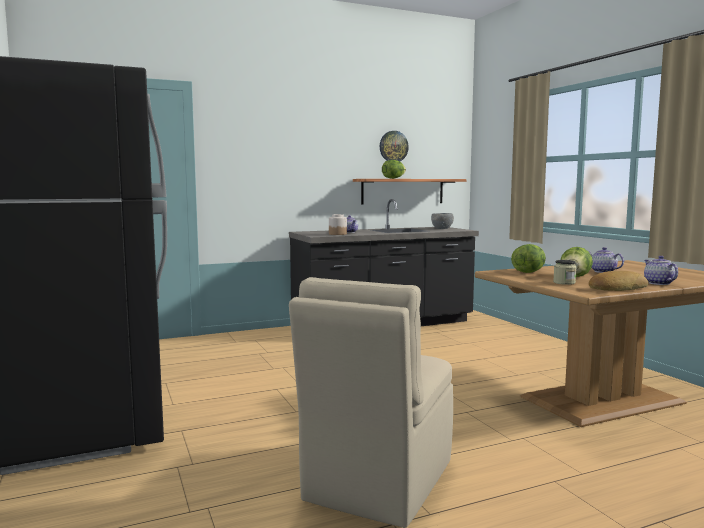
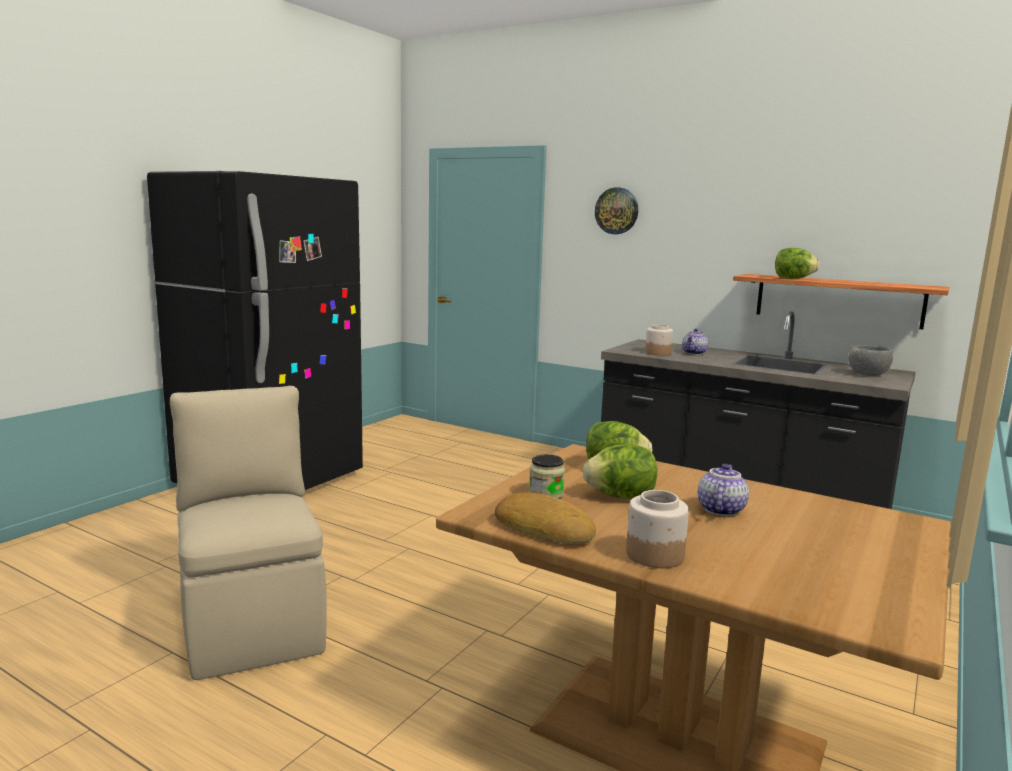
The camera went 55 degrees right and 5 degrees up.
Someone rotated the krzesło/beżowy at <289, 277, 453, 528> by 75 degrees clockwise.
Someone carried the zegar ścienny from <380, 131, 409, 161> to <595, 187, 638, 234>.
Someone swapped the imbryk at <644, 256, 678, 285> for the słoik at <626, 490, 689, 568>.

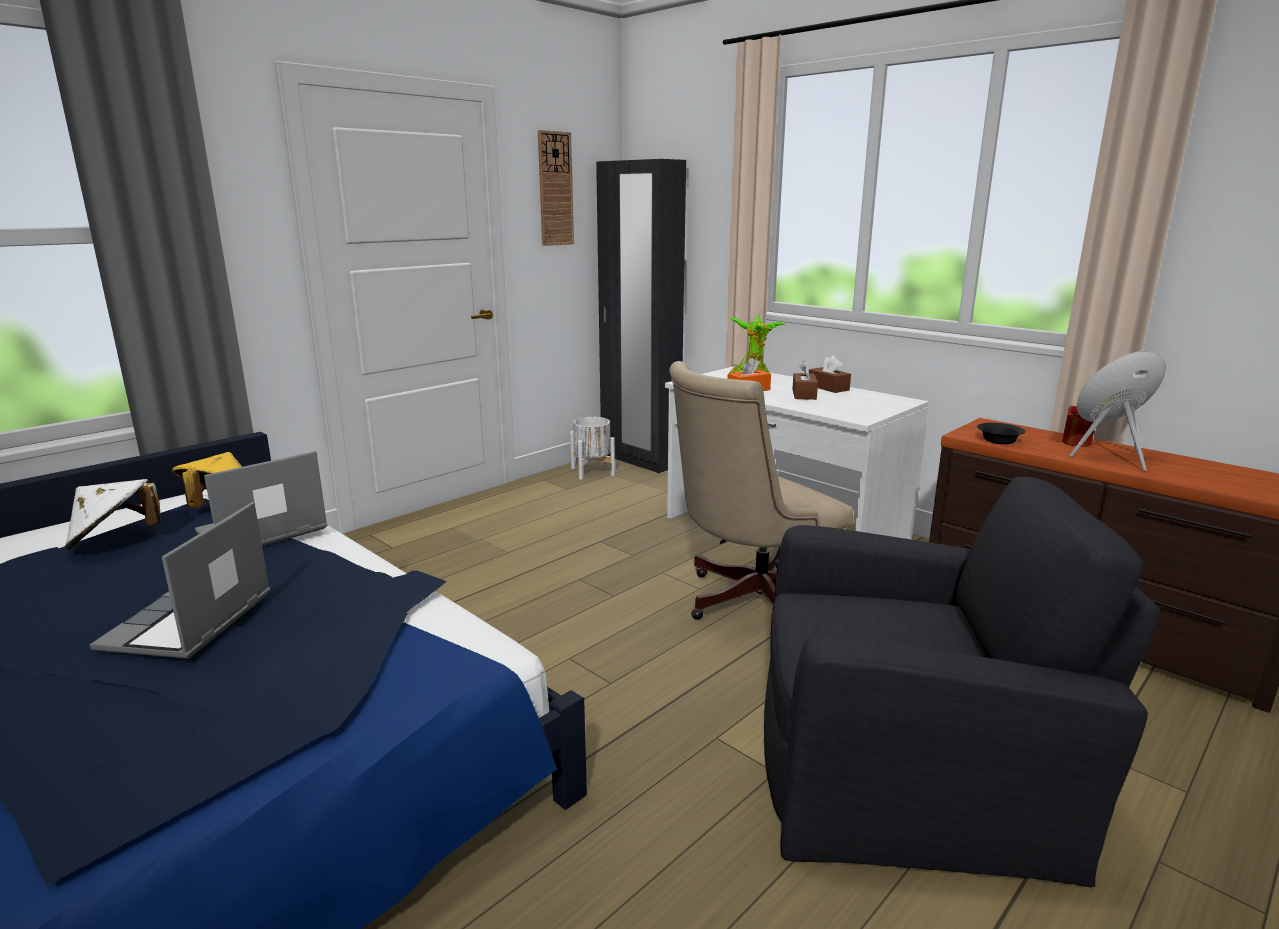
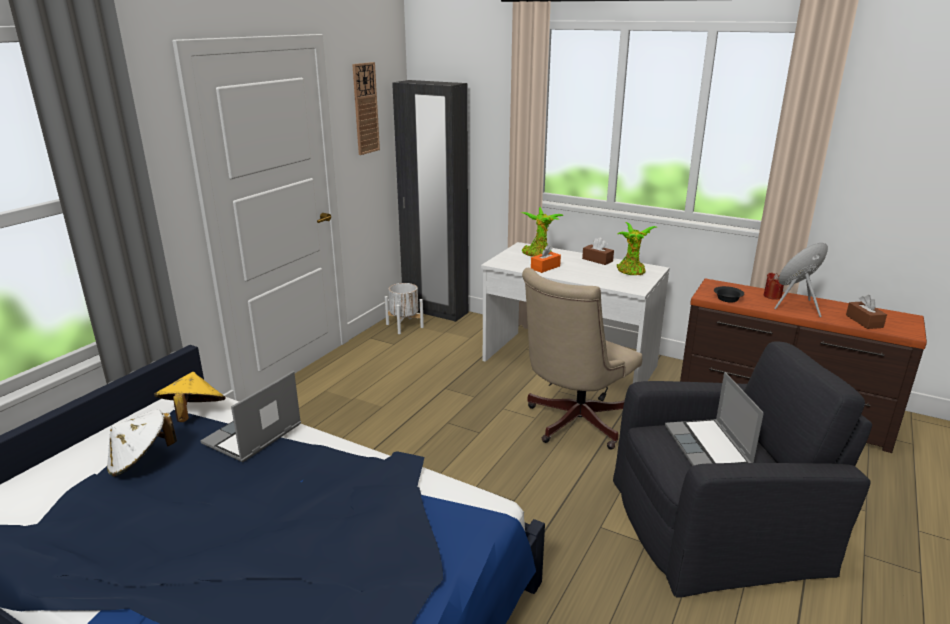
The camera went 15 degrees left and 5 degrees up.
Someone carried the laptop from <90, 502, 271, 659> to <665, 372, 764, 466>.
Someone carried the pudełko chusteczek/brązowy from <792, 361, 818, 400> to <846, 295, 887, 329>.
Someone put down the roślina doniczkowa at <617, 222, 656, 275>.

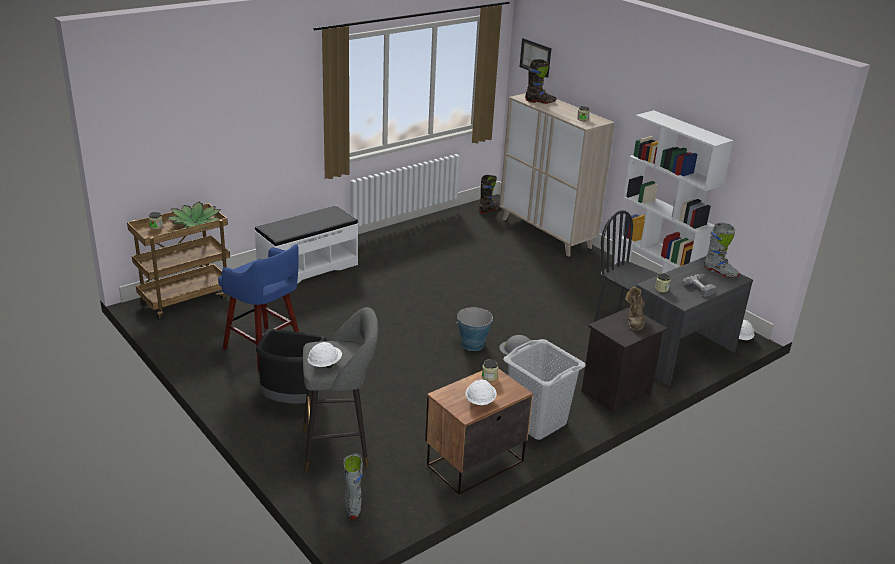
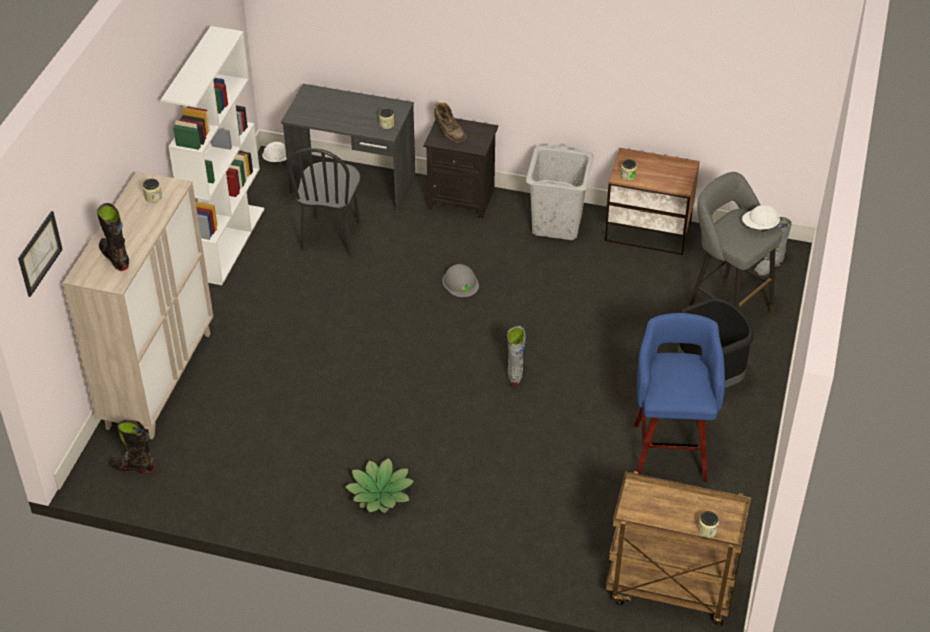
The camera went 125 degrees left and 15 degrees up.
Someone carried the roślina doniczkowa from <167, 202, 221, 229> to <344, 457, 415, 514>.
Someone took away the ławka/biały at <254, 206, 358, 284>.
Someone took away the wiadro at <456, 307, 493, 351>.
Someone took away the kask/biały at <465, 379, 497, 405>.
Someone rotated the but z cholewką/brązowy at <625, 286, 645, 331> by 75 degrees clockwise.
Someone took away the wiertarka at <682, 274, 716, 297>.
Someone carried the but z cholewką/szary from <704, 223, 740, 278> to <507, 326, 526, 385>.

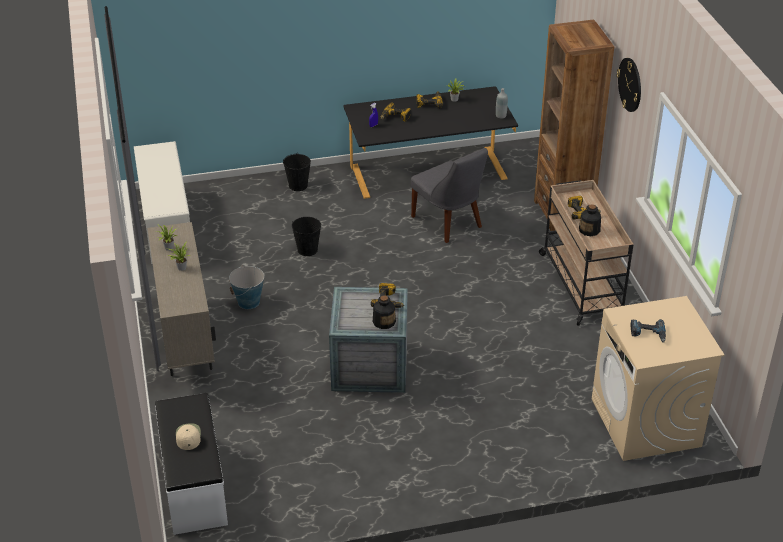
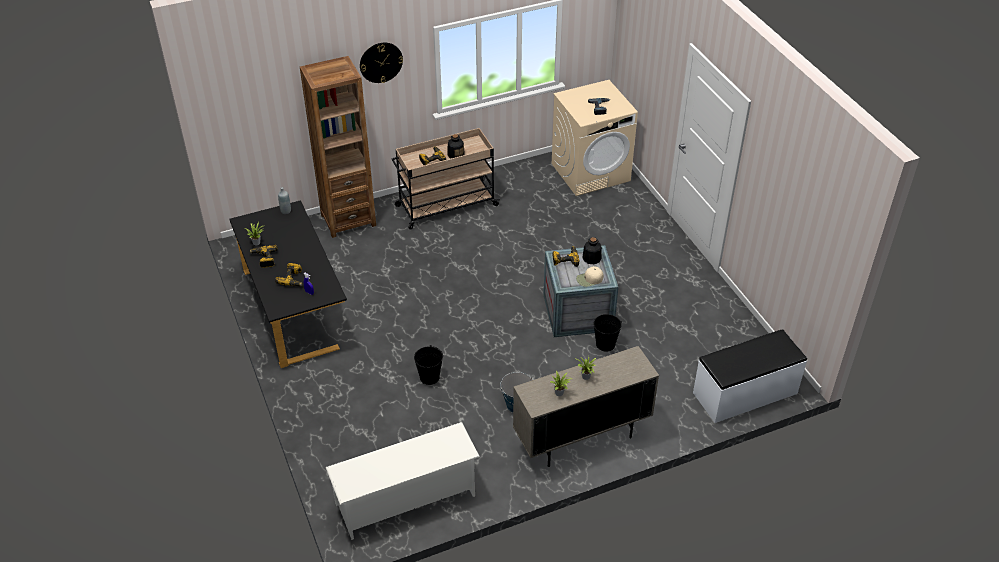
The camera went 100 degrees left and 5 degrees up.
Someone carried the czapka z daszkiem/beżowy from <176, 423, 201, 450> to <576, 266, 604, 287>.
Someone carried the wiadro/czarny from <283, 153, 311, 191> to <594, 314, 622, 351>.
Someone took away the krzesło/szary at <411, 148, 488, 243>.

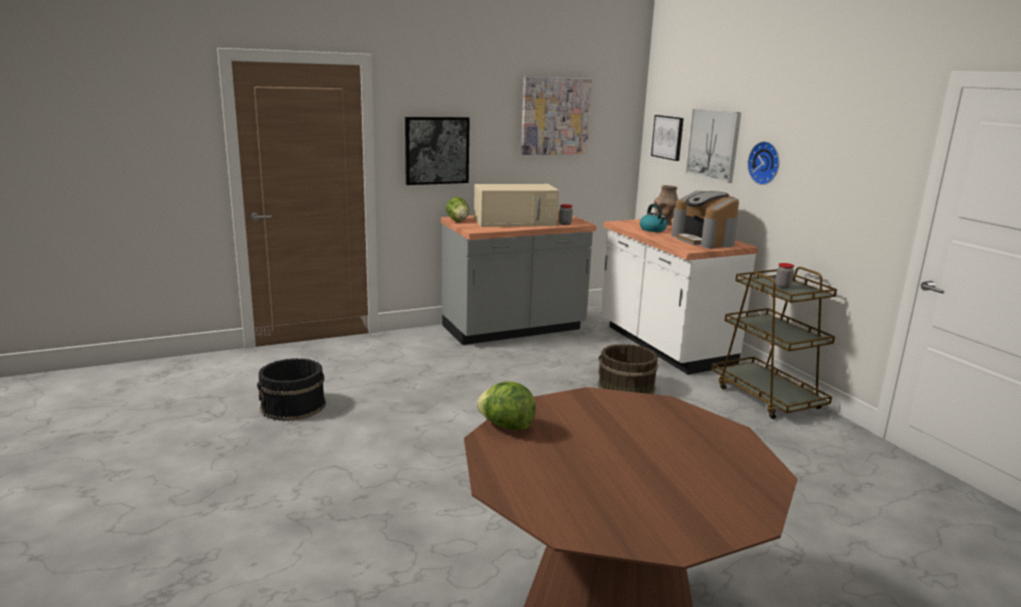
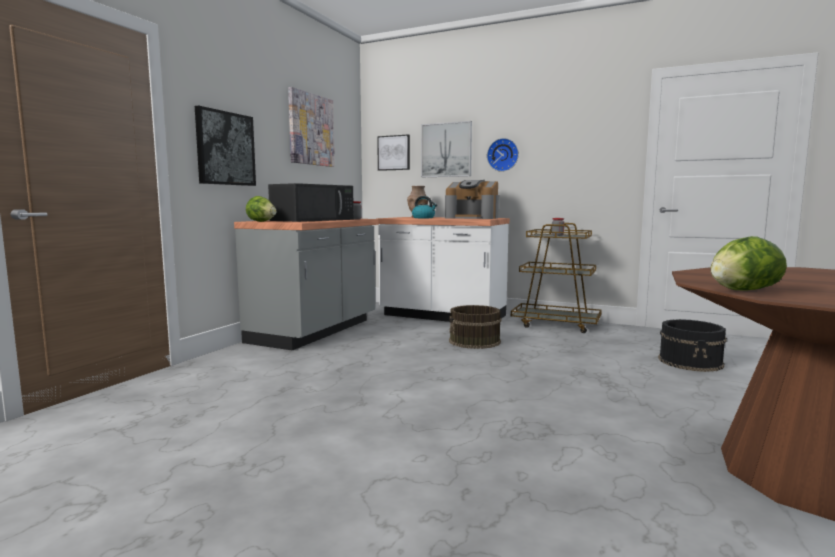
The camera went 40 degrees left and 10 degrees down.
Someone carried the wiadro/czarny from <257, 358, 326, 421> to <658, 319, 727, 372>.
Someone repainted the mikrofalówka/beżowy at <474, 184, 559, 227>, which became the mikrofalówka/czarny at <268, 183, 354, 222>.

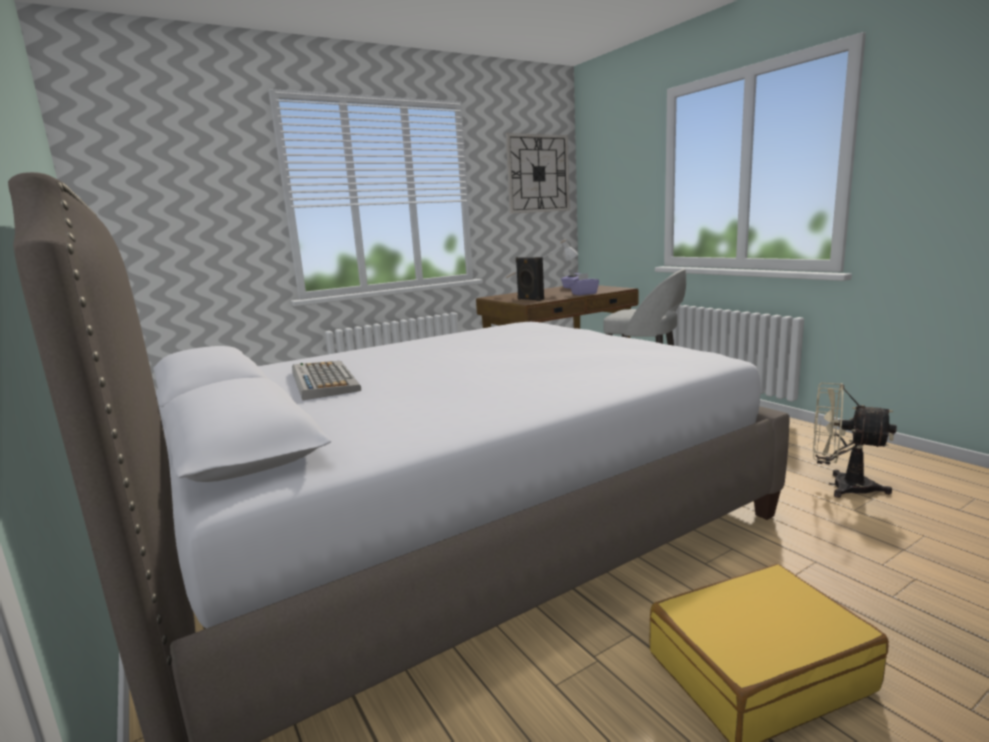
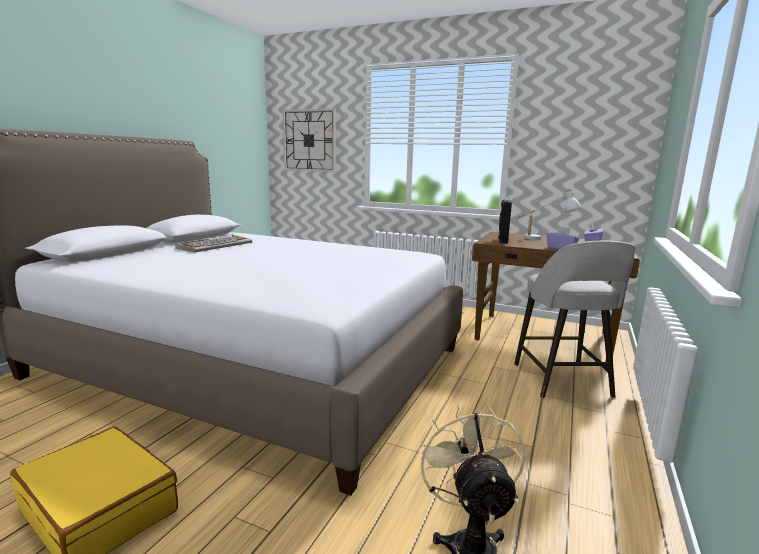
The camera went 55 degrees right and 0 degrees up.
Someone carried the zegar ścienny from <506, 133, 570, 213> to <283, 108, 336, 172>.

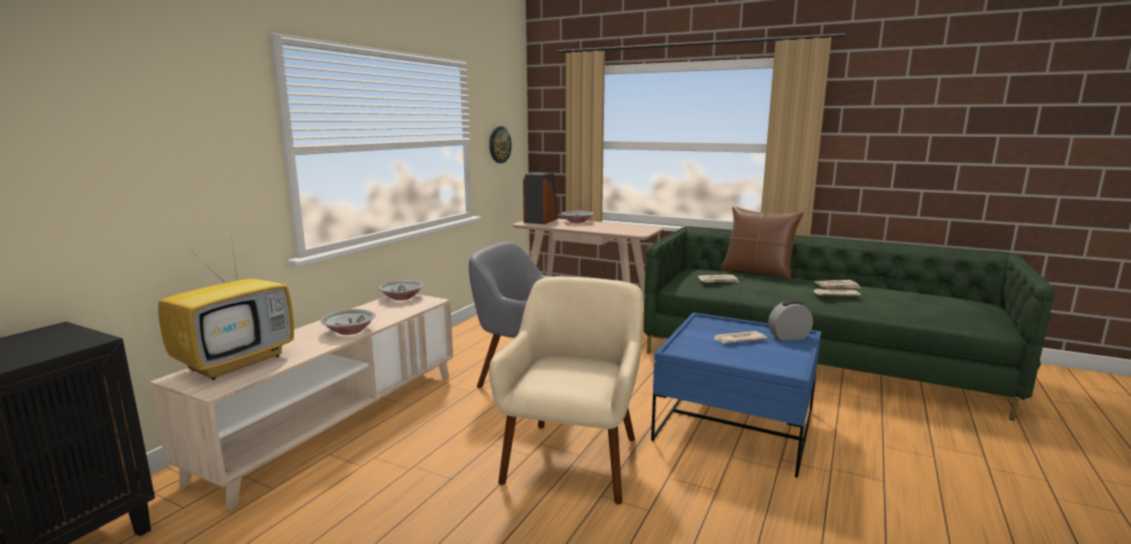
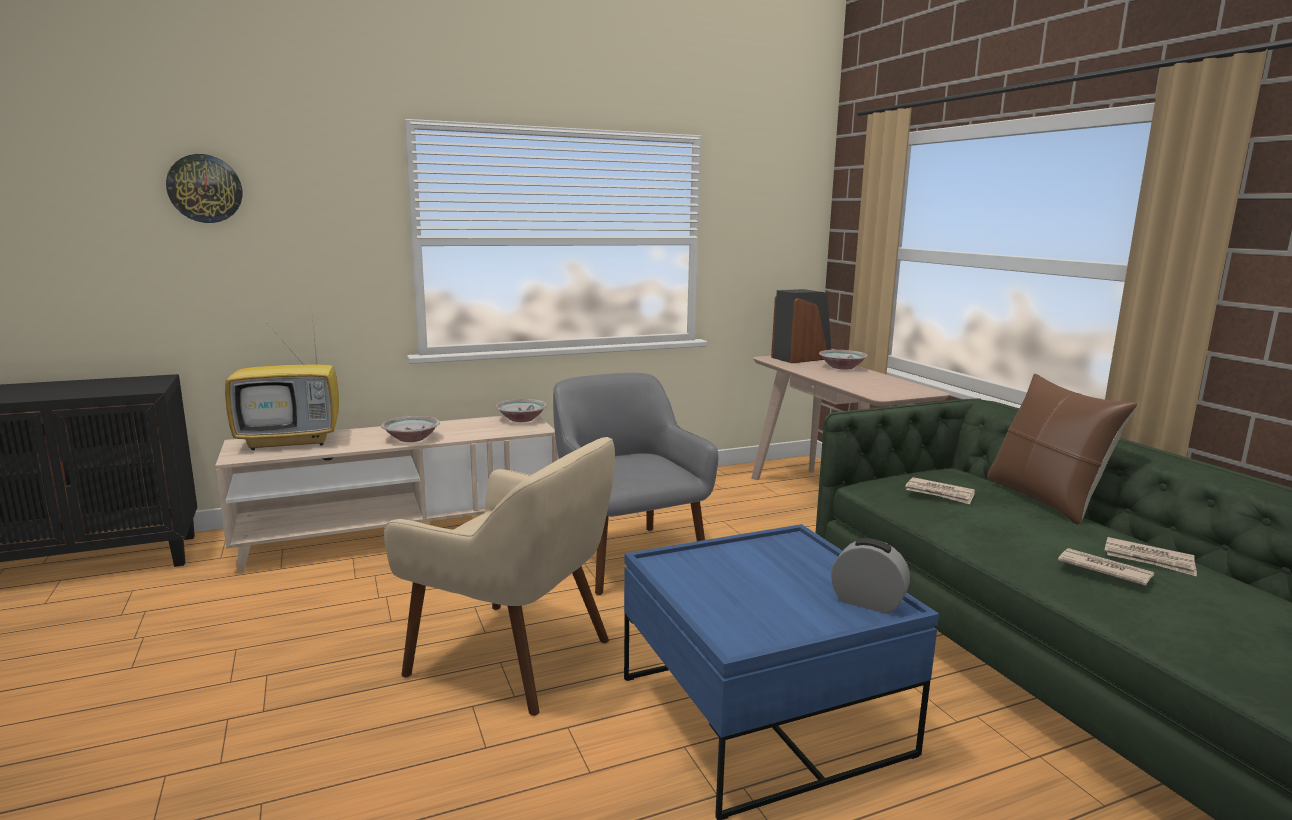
The camera went 40 degrees right and 0 degrees up.
Someone carried the zegar ścienny from <489, 126, 512, 163> to <166, 154, 242, 223>.
Someone rotated the fotel/beżowy at <489, 276, 643, 505> by 60 degrees clockwise.
Someone took away the gazeta at <714, 331, 767, 344>.

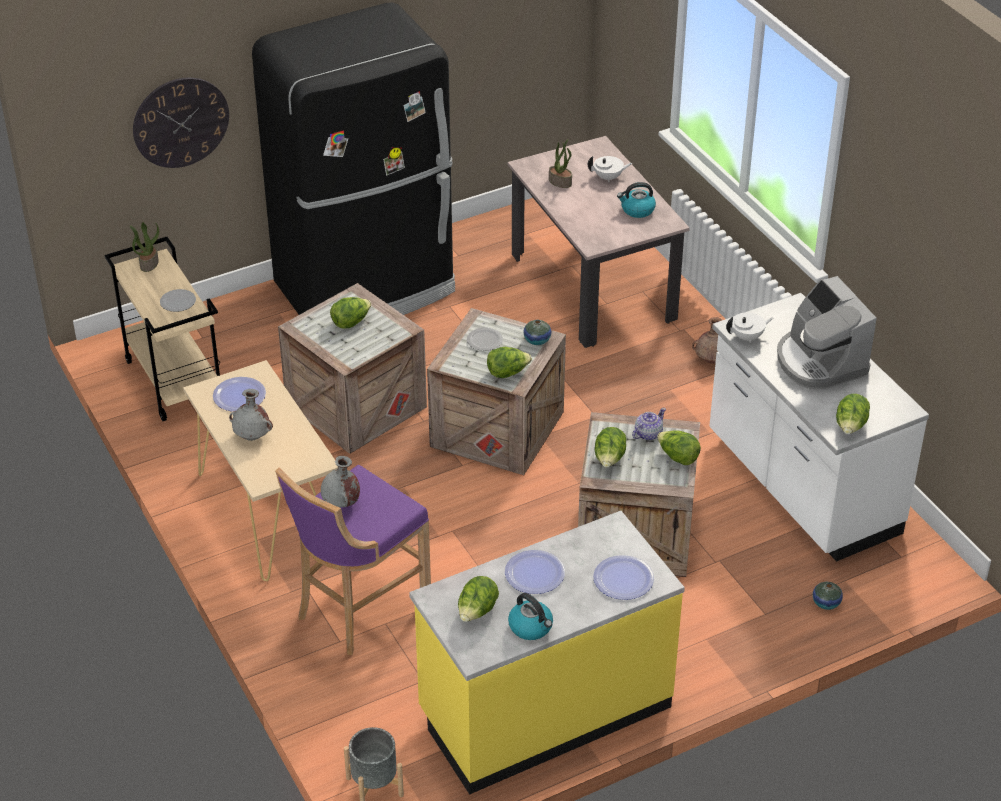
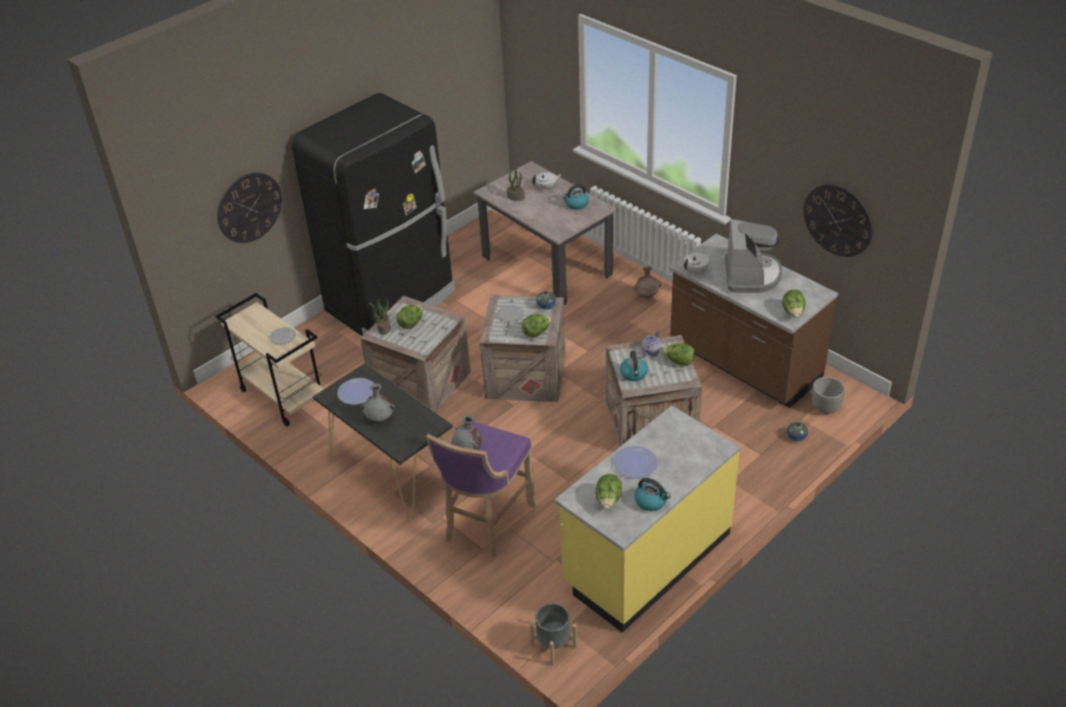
The camera went 15 degrees left and 0 degrees up.
Someone carried the roślina doniczkowa from <130, 222, 159, 272> to <369, 297, 390, 335>.
Someone repainted the stolik konsolowy/beżowy at <183, 360, 338, 581>, which became the stolik konsolowy/czarny at <313, 363, 453, 521>.
Someone took away the talerz at <593, 555, 654, 600>.
Someone swapped the sałata at <594, 427, 626, 467> for the czajnik at <620, 351, 648, 381>.
Someone repainted the zabudowa kuchenna/biały at <709, 293, 929, 562>, which became the zabudowa kuchenna/brązowy at <669, 234, 838, 408>.
Someone rotated the ekspres do kawy at <777, 276, 877, 389> by 135 degrees counterclockwise.
Someone put up the zegar ścienny at <803, 184, 873, 257>.
Someone put down the donica at <812, 377, 845, 414>.

